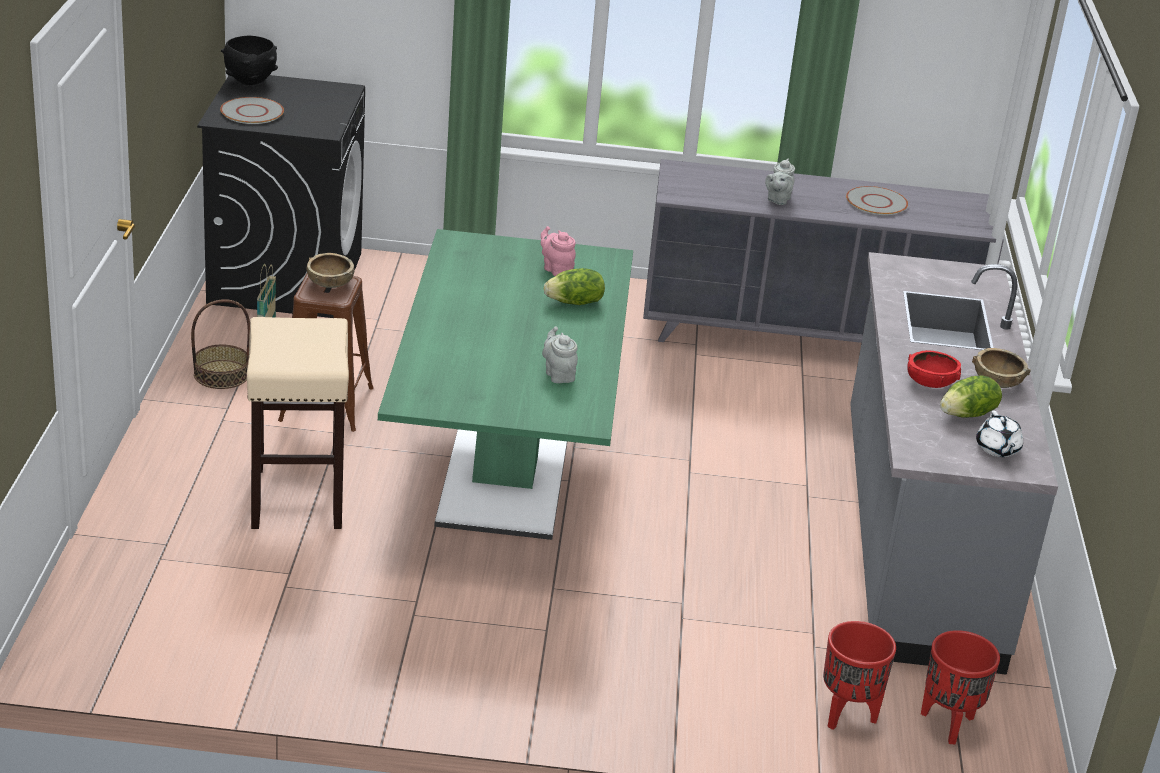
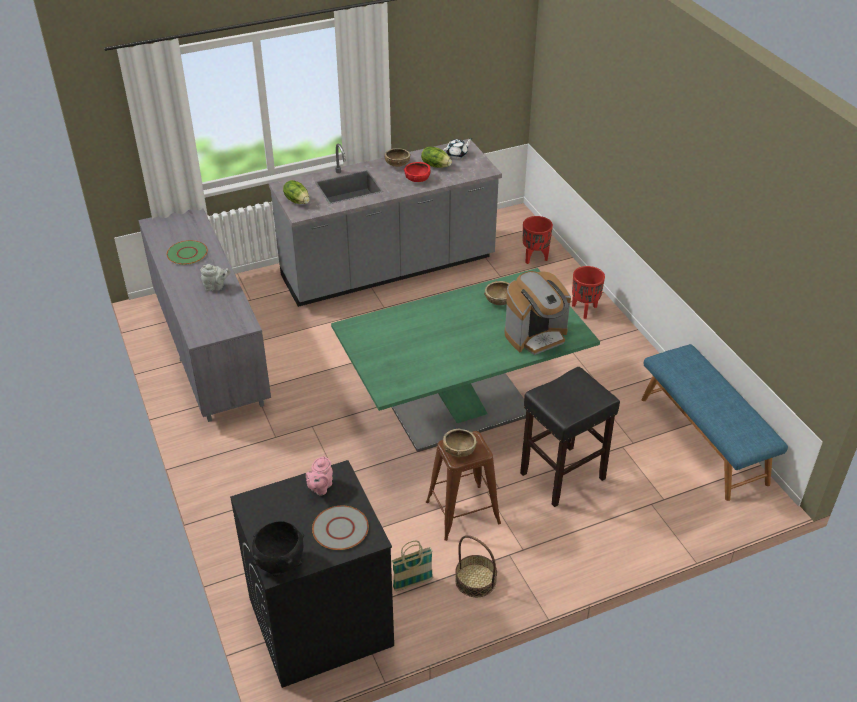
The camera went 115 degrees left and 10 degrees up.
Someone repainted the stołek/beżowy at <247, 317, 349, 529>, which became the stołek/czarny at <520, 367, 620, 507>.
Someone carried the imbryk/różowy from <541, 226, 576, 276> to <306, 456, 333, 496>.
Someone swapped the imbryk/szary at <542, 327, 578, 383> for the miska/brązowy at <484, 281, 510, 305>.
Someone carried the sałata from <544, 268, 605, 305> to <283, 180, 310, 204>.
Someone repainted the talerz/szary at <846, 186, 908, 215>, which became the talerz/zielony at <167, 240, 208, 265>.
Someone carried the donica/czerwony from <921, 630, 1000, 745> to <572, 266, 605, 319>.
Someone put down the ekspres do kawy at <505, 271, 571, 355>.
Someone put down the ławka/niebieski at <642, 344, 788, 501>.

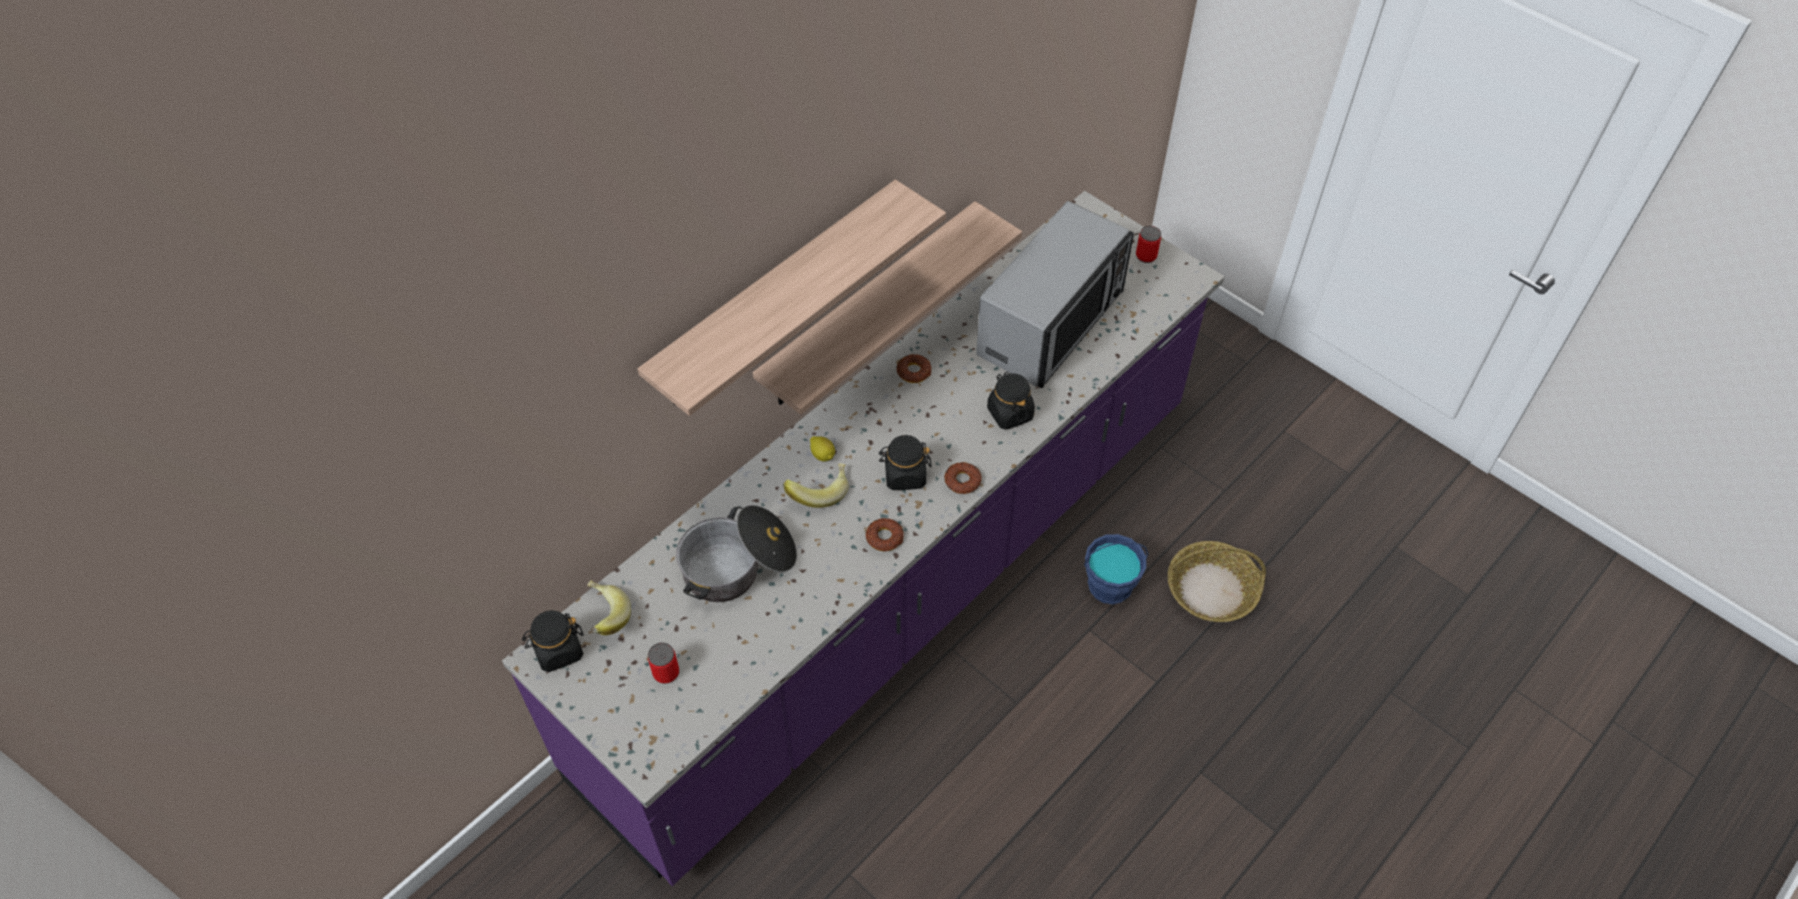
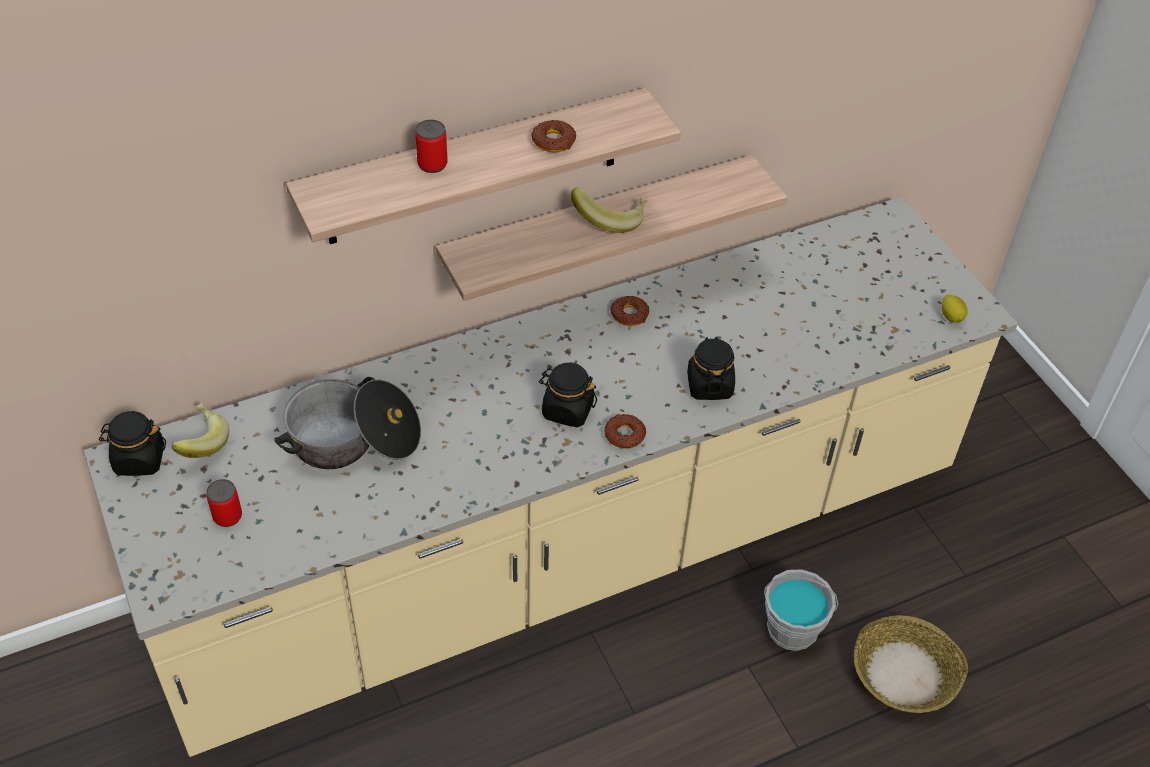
The camera went 20 degrees right and 5 degrees down.
Someone repainted the zabudowa kuchenna/fioletowy at <502, 191, 1225, 886>, which became the zabudowa kuchenna/beżowy at <83, 197, 1018, 757>.
Someone carried the banan from <783, 463, 849, 508> to <571, 187, 648, 233>.
Someone carried the cytryna from <810, 436, 835, 462> to <942, 295, 968, 323>.
Someone carried the donut from <866, 518, 904, 551> to <531, 120, 576, 153>.
Someone took away the mikrofalówka at <976, 201, 1134, 388>.
Someone repainted the wiadro/niebieski at <1084, 534, 1148, 604>, which became the wiadro/szary at <764, 569, 838, 651>.
Someone carried the puszka from <1136, 226, 1161, 263> to <415, 120, 448, 173>.

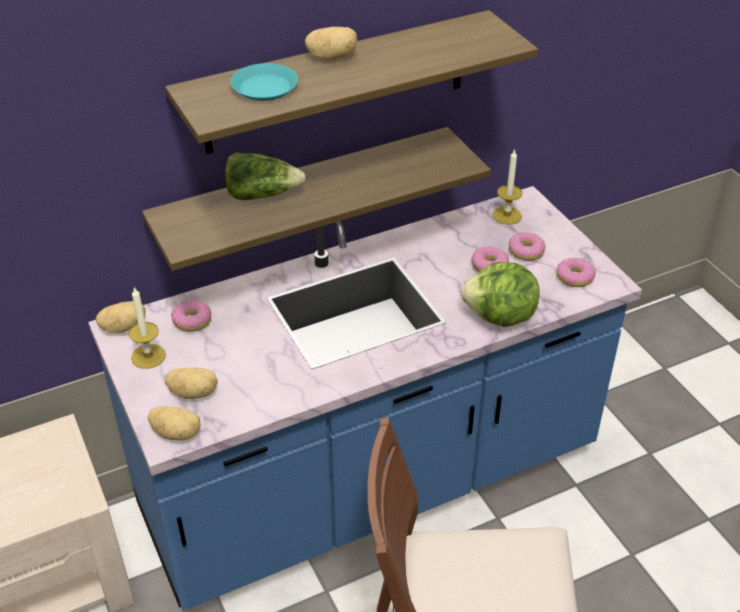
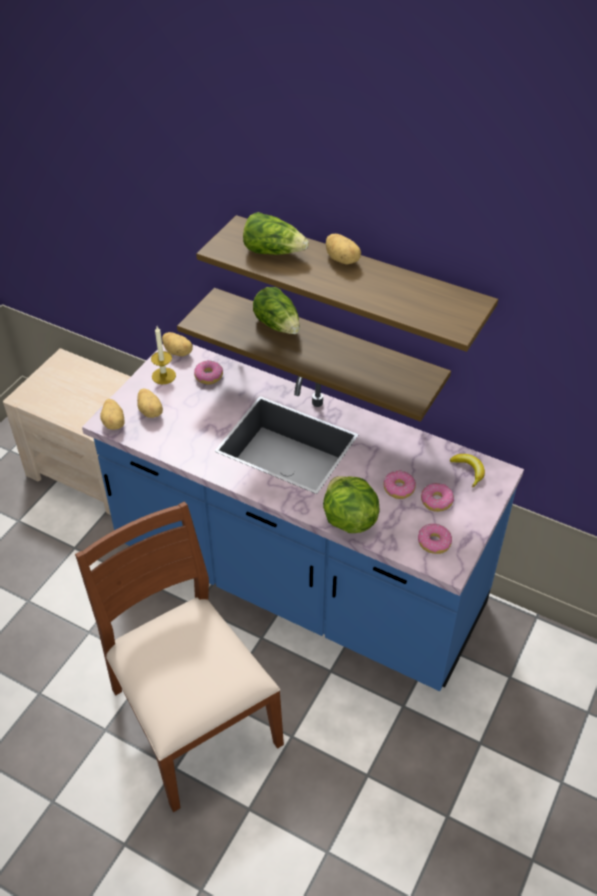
The camera went 55 degrees right and 5 degrees up.
Someone swapped the talerz/turkusowy at <230, 63, 298, 101> for the sałata at <243, 212, 309, 255>.
Someone swapped the świeca at <492, 149, 523, 225> for the banan at <450, 454, 485, 488>.

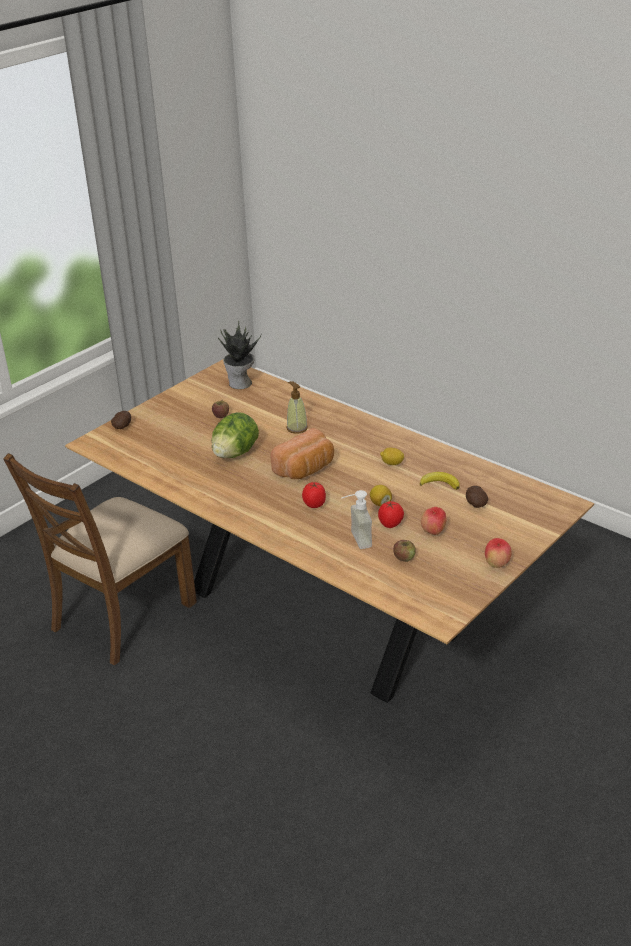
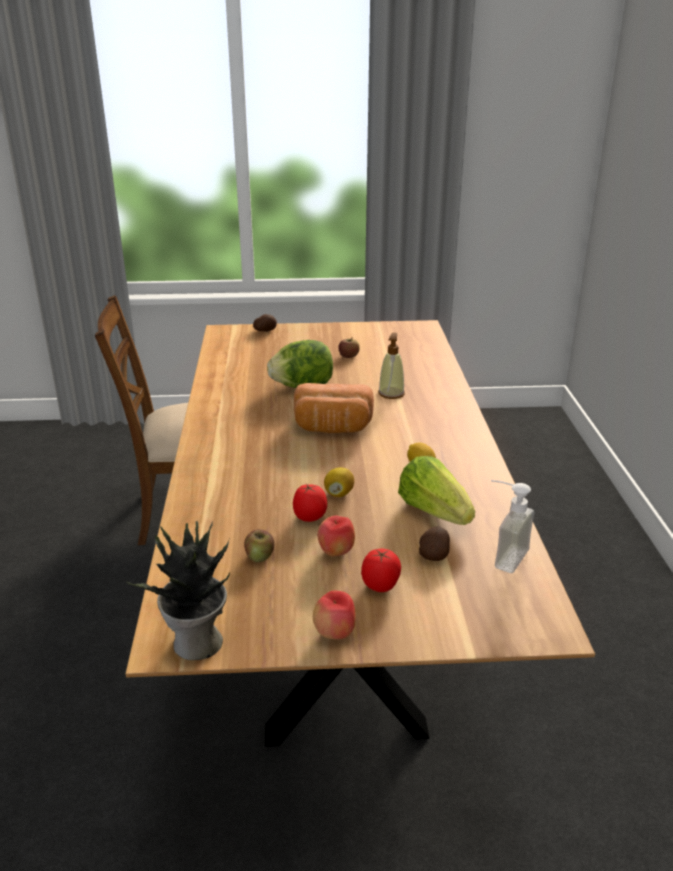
The camera went 45 degrees right and 5 degrees down.
Someone carried the roślina doniczkowa from <218, 320, 261, 389> to <127, 521, 230, 660>.
Someone carried the pomidor from <302, 482, 326, 508> to <361, 549, 401, 592>.
Someone carried the dozownik mydła from <341, 490, 372, 549> to <491, 480, 535, 573>.
Someone swapped the banan at <420, 472, 460, 490> for the sałata at <398, 456, 475, 525>.

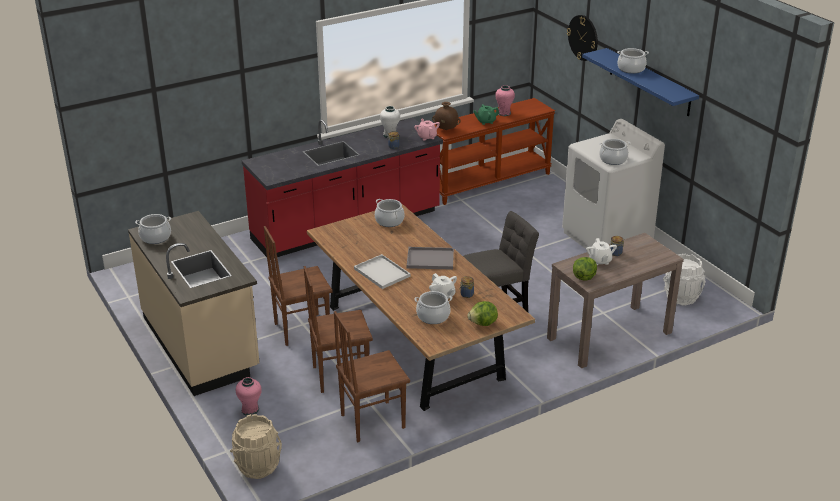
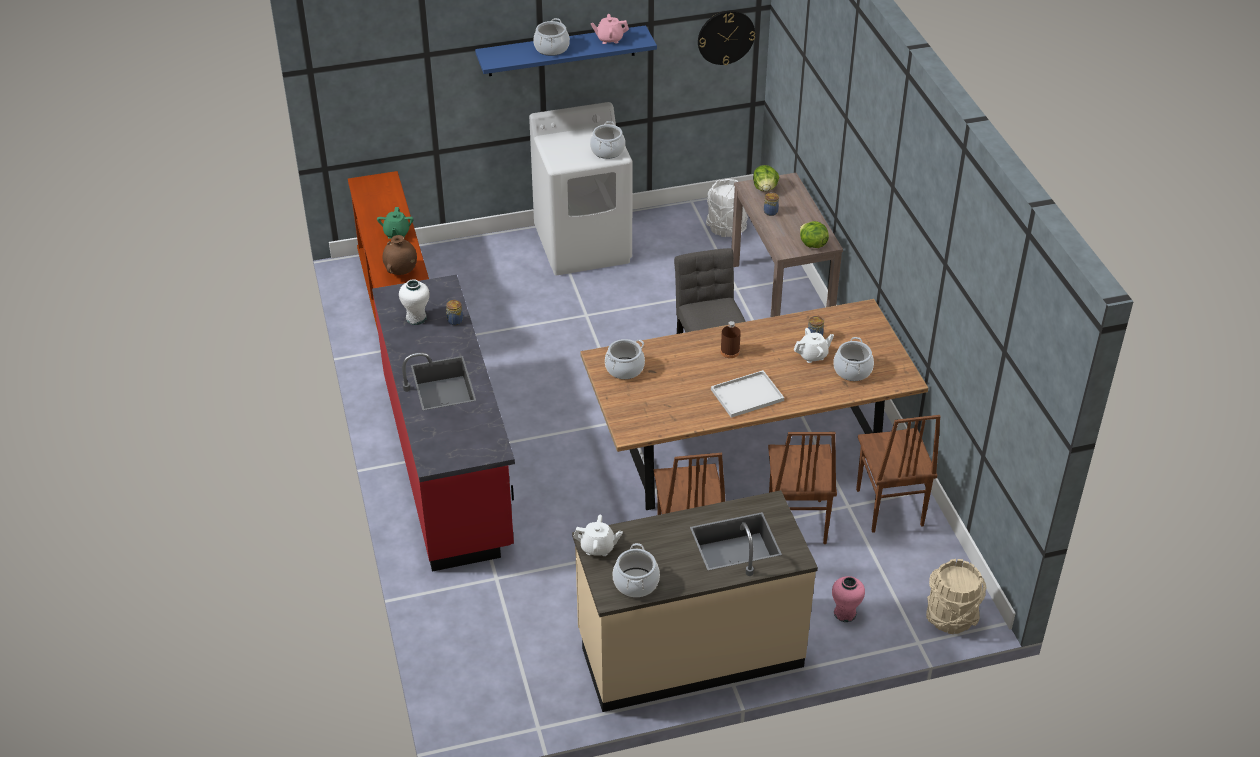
The camera went 75 degrees left and 10 degrees up.
Someone swapped the taca/szary at <407, 247, 454, 270> for the butelka/brązowy at <720, 321, 741, 358>.
Someone carried the imbryk/różowy from <414, 118, 440, 141> to <591, 14, 629, 44>.
Someone carried the sałata from <467, 301, 498, 326> to <753, 165, 779, 191>.
Someone took away the wazon/różowy at <495, 85, 515, 116>.
Someone carried the zegar ścienny from <567, 15, 598, 61> to <698, 10, 755, 65>.
Someone carried the imbryk/biały from <586, 238, 617, 265> to <573, 515, 623, 556>.

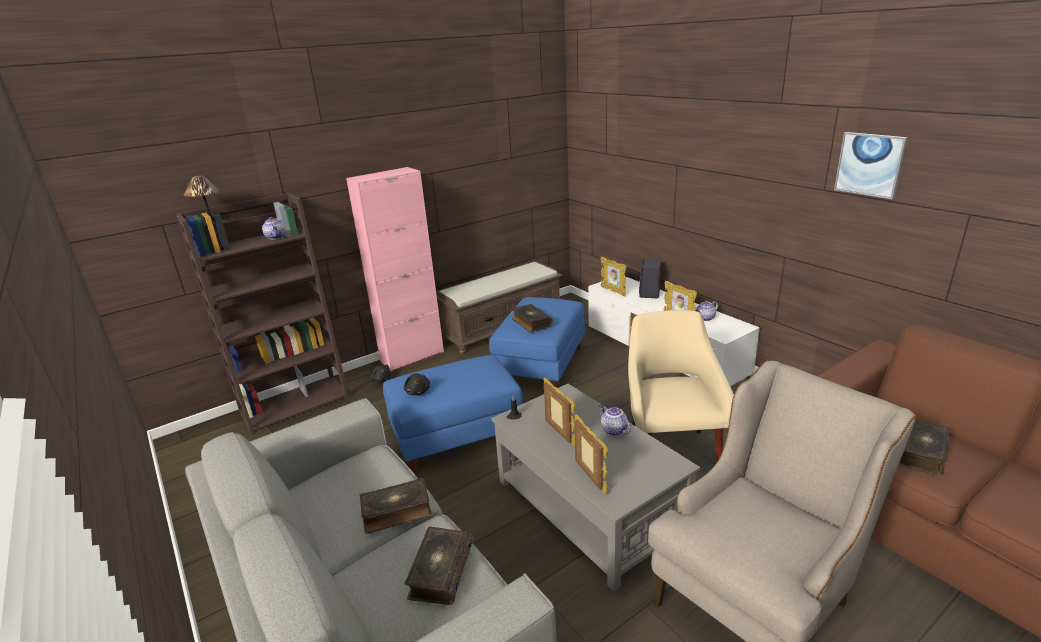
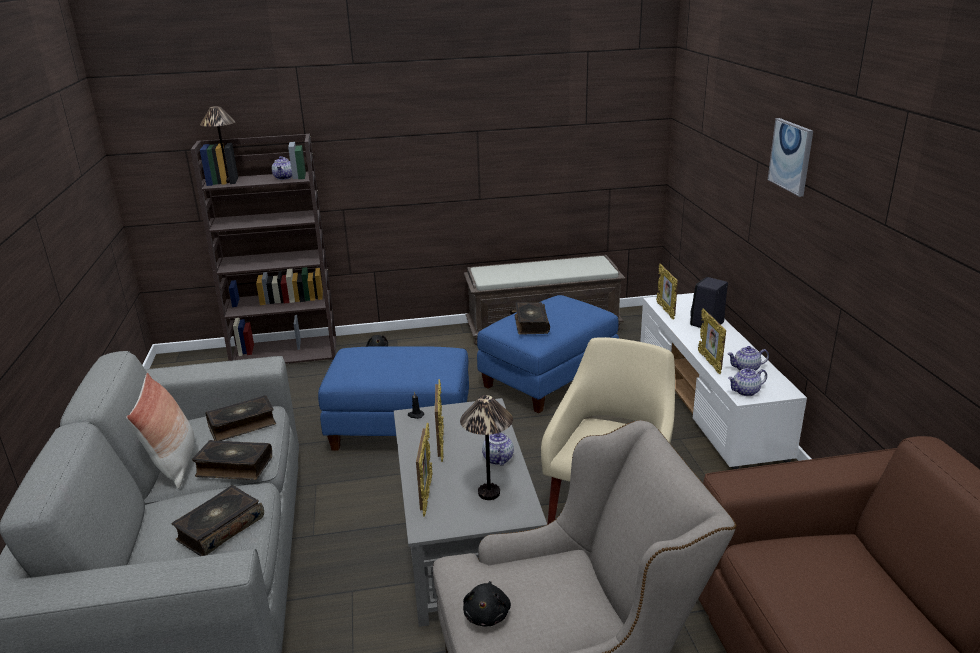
The camera went 25 degrees right and 0 degrees up.
Someone took away the szafka/różowy at <346, 167, 444, 371>.
Someone carried the pluszak/czarny from <404, 373, 430, 395> to <463, 581, 511, 627>.
Someone carried the obraz from <834, 132, 908, 199> to <768, 118, 813, 197>.
Someone carried the książka from <899, 420, 950, 476> to <205, 395, 276, 441>.
Someone put down the poduszka at <126, 372, 194, 489>.
Someone put down the lampa stołowa at <460, 395, 513, 500>.
Someone put down the imbryk at <728, 368, 767, 396>.

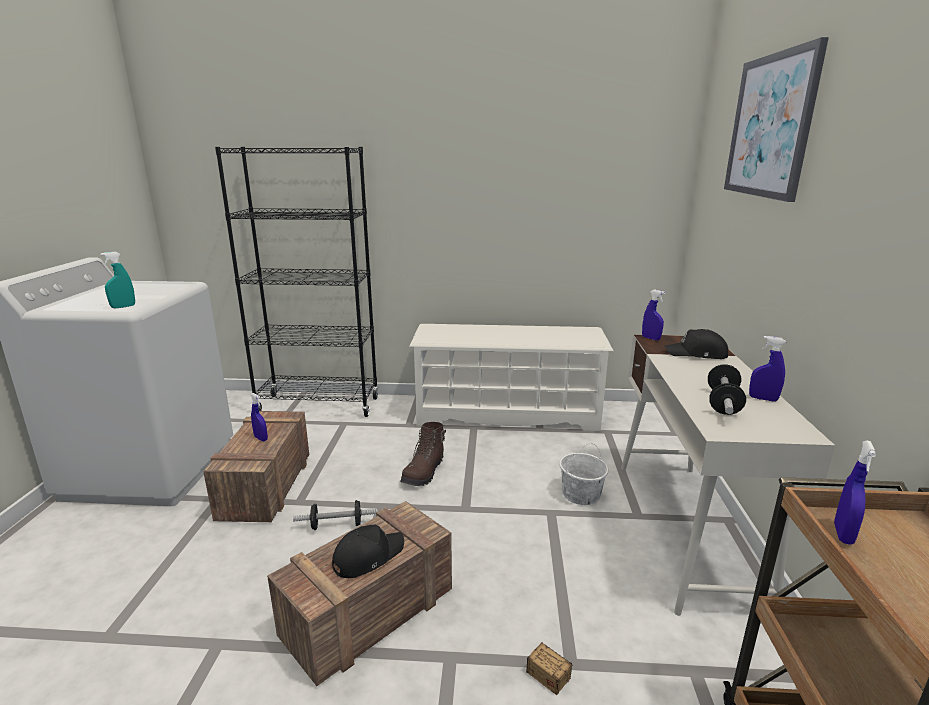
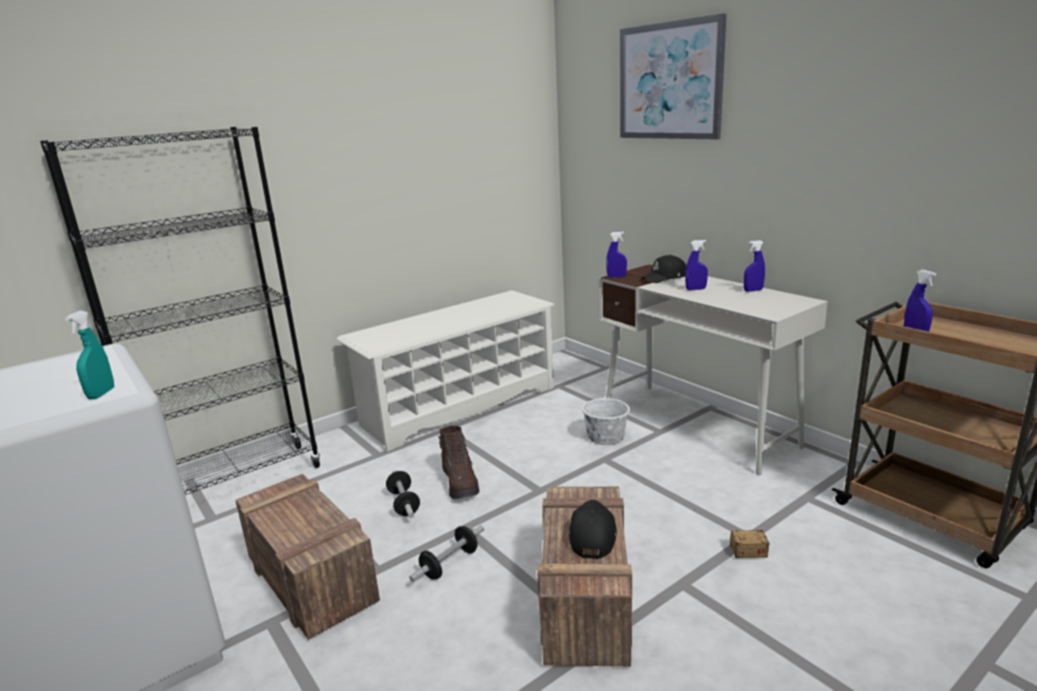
The camera went 40 degrees left and 0 degrees up.
Someone carried the spryskiwacz/niebieski from <251, 393, 268, 441> to <685, 240, 708, 290>.
Someone carried the hantel from <708, 364, 746, 415> to <386, 470, 420, 518>.

